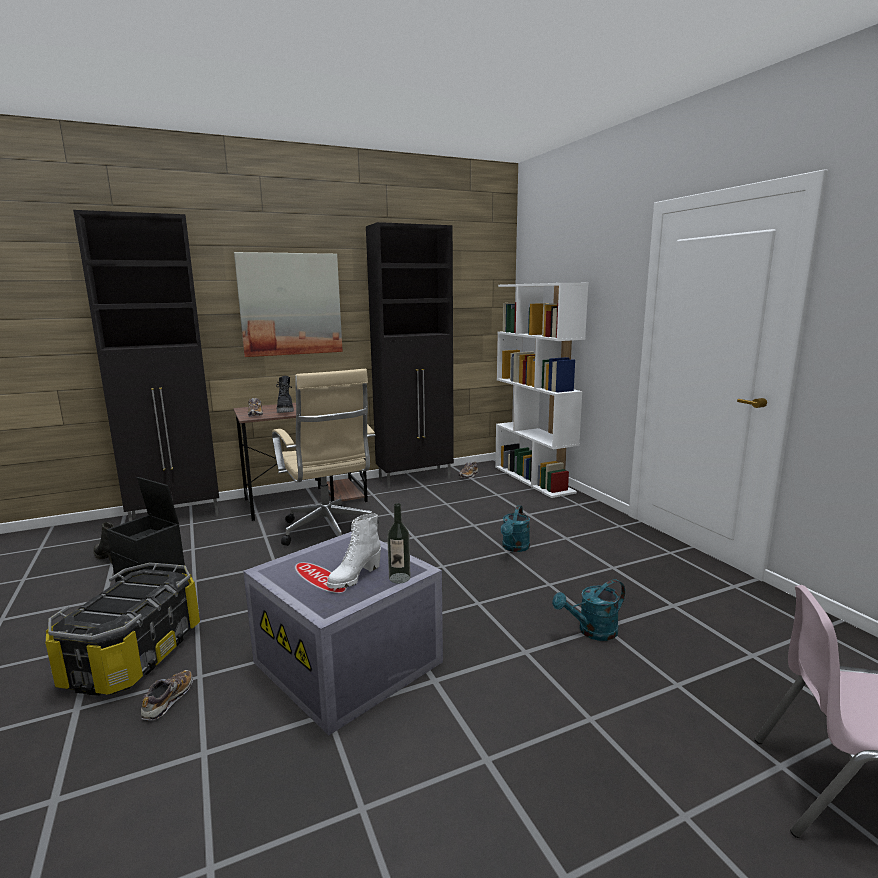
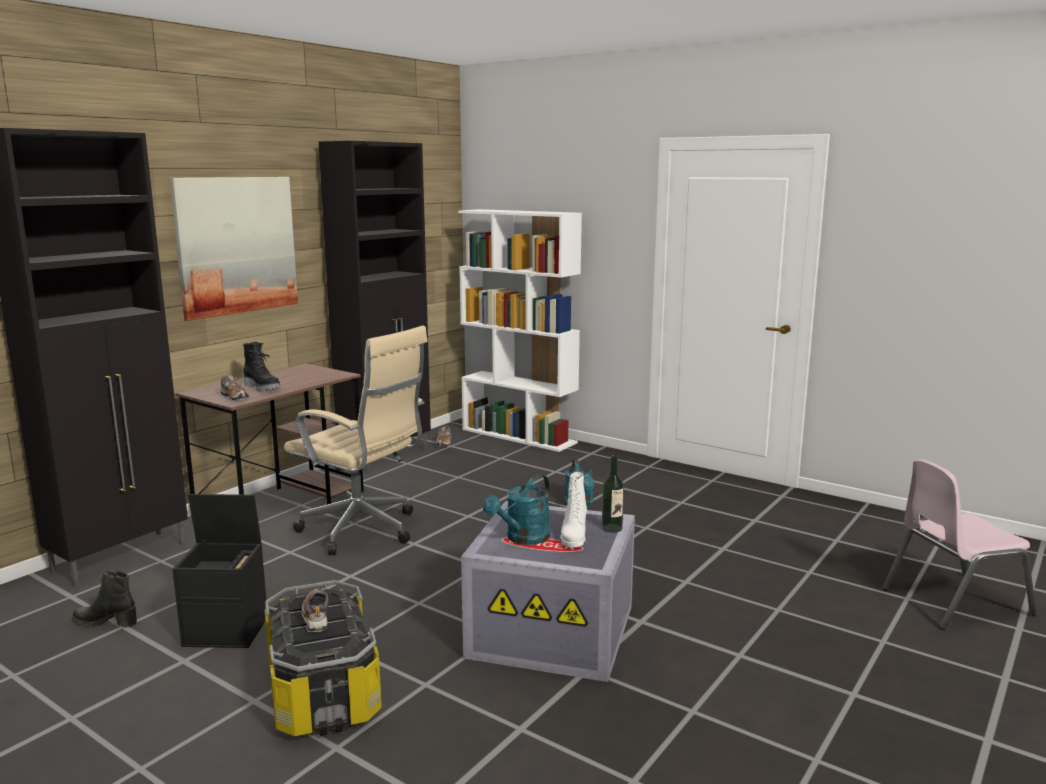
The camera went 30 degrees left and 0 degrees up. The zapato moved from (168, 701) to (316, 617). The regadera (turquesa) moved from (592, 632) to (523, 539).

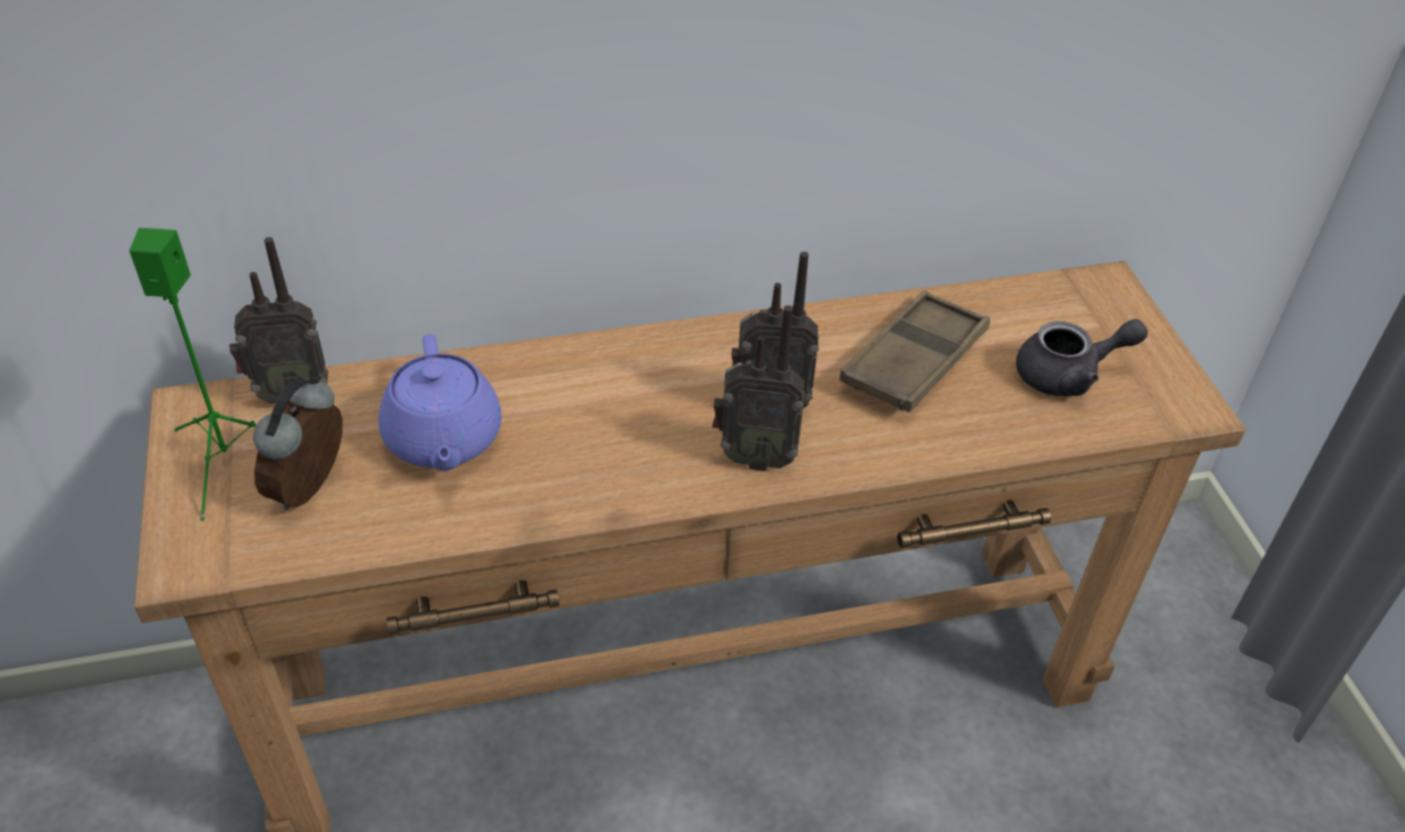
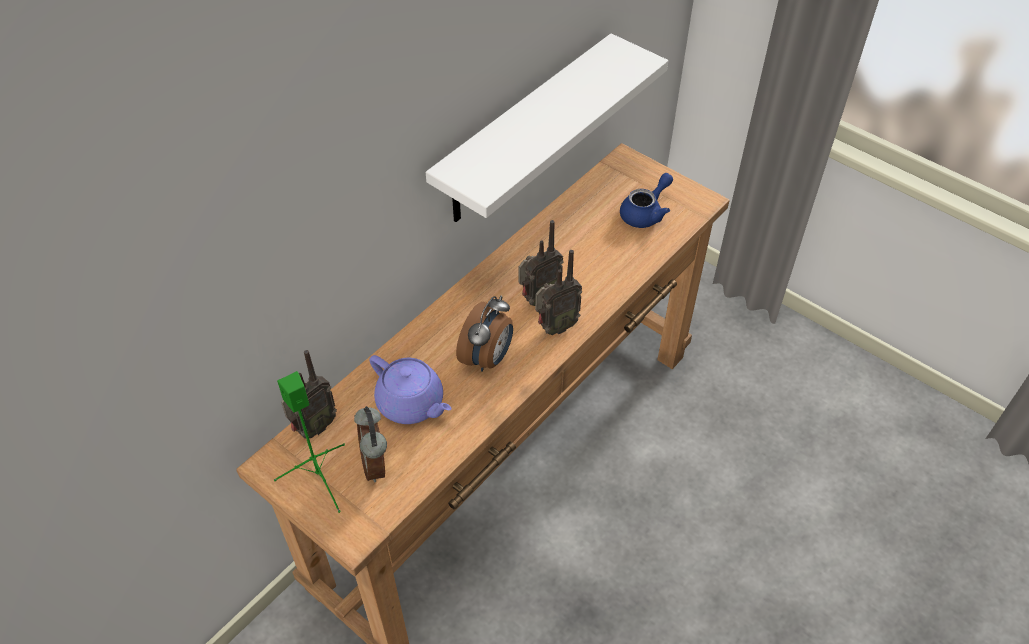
The camera went 35 degrees left and 5 degrees up. The estante (blanco) at (524, 132) appeared. The despertador at (488, 358) appeared. The tetera (gris) at (1068, 375) became the tetera (azul) at (645, 213). The bandeja (marrón) at (914, 360) disappeared.

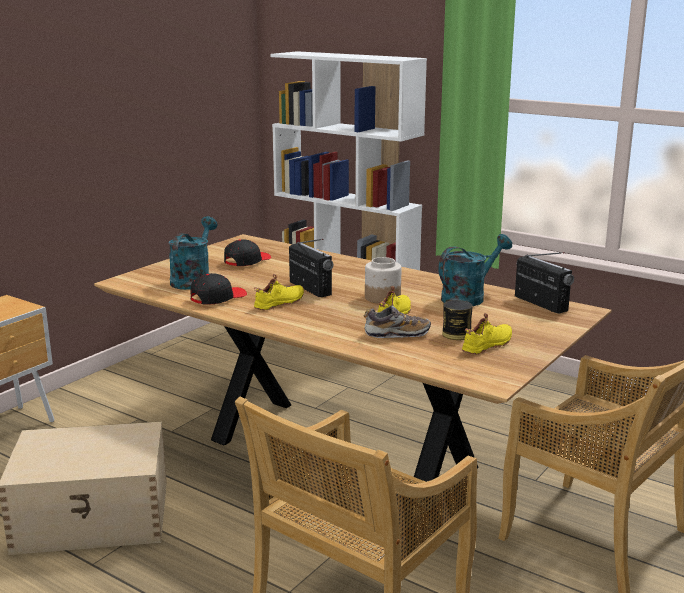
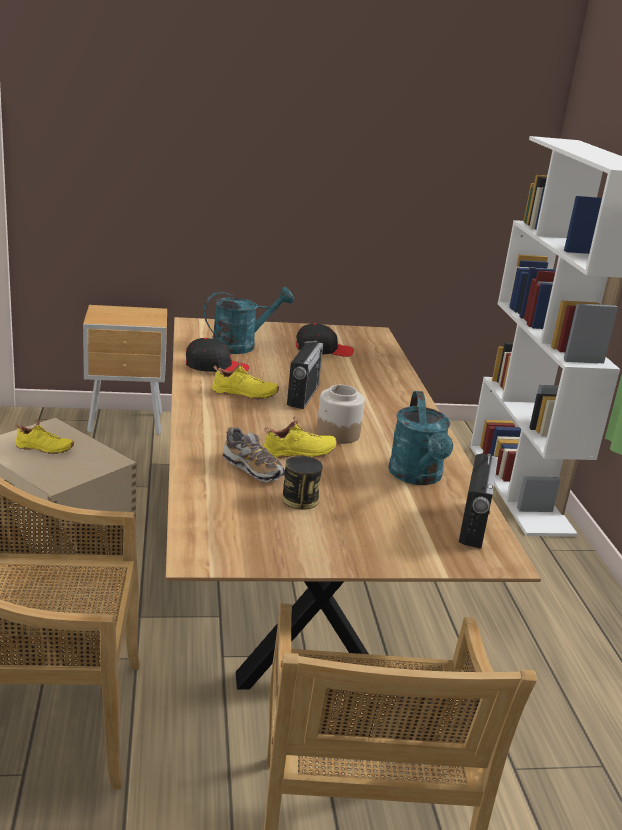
The camera went 45 degrees right and 5 degrees up. The zapato (amarillo) moved from (488, 346) to (44, 449). The regadera (turquesa) at (468, 297) turned 75 degrees clockwise.

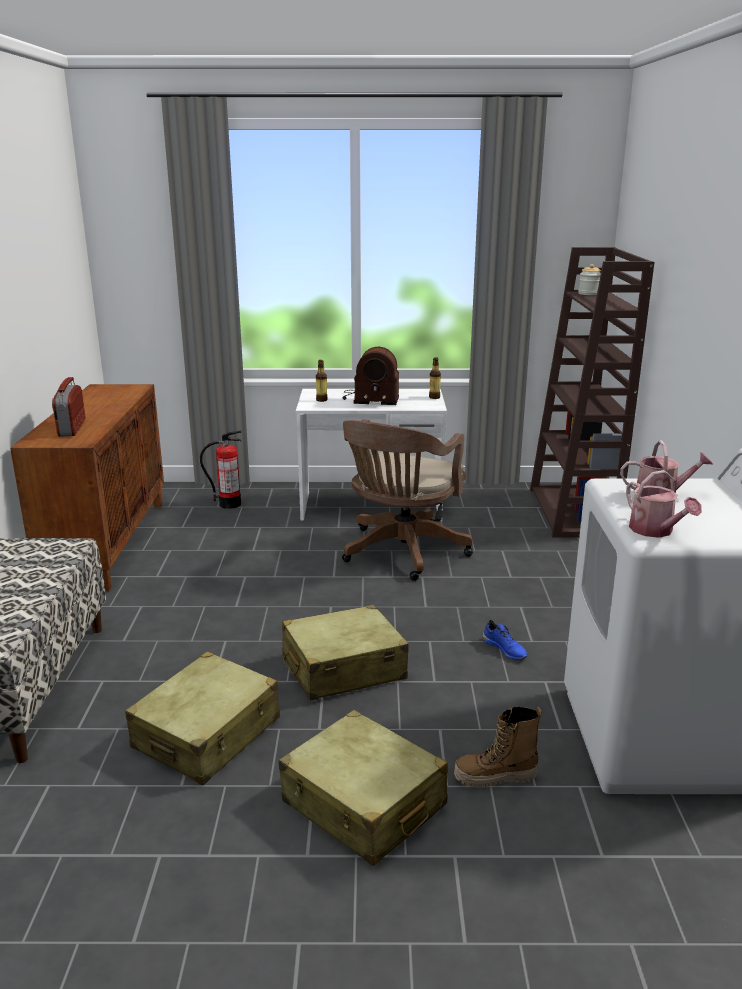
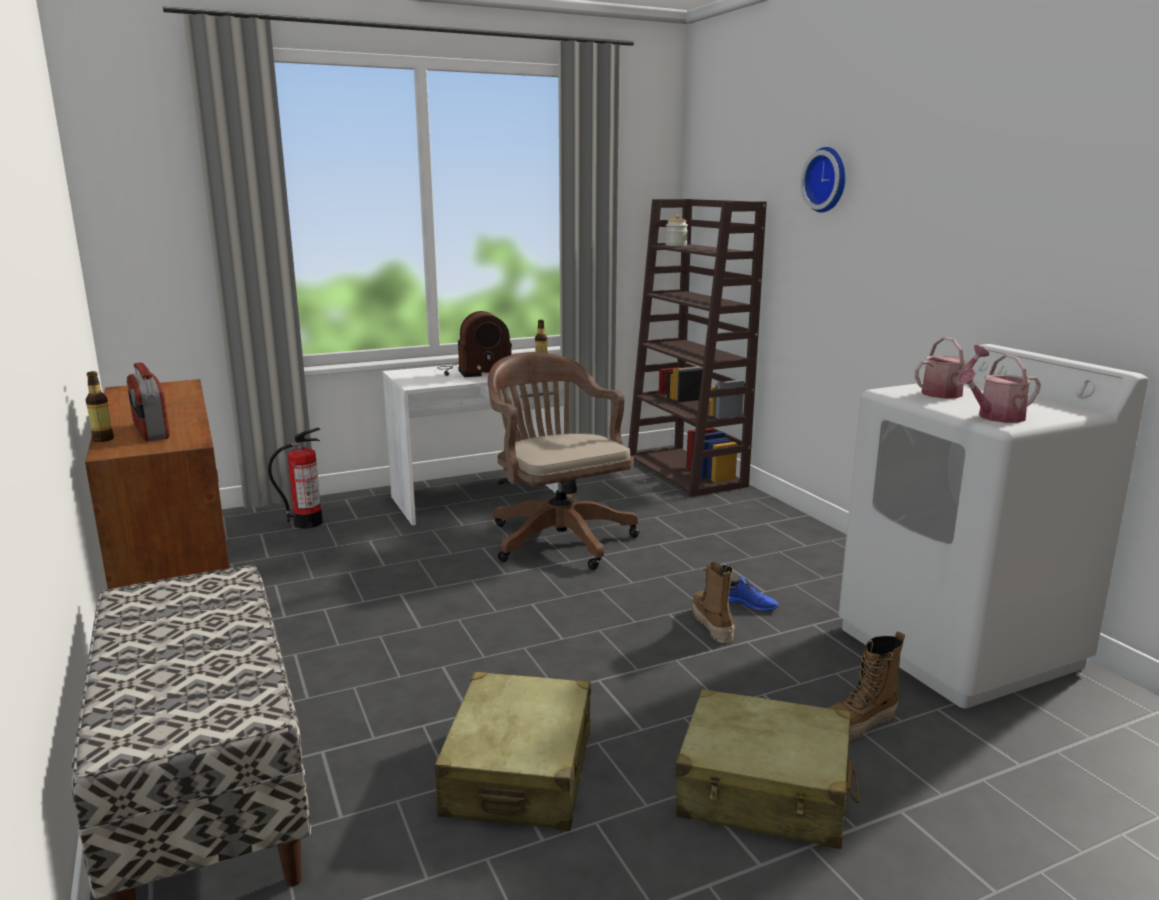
The camera went 25 degrees left and 5 degrees down. The botella moved from (321, 400) to (103, 439). The silla de oficina (marrón) at (401, 553) turned 150 degrees clockwise. The bota at (712, 624) appeared. The reloj de pared at (828, 180) appeared. The regadera at (655, 531) turned 120 degrees clockwise. The maleta (beis) at (343, 669) disappeared.

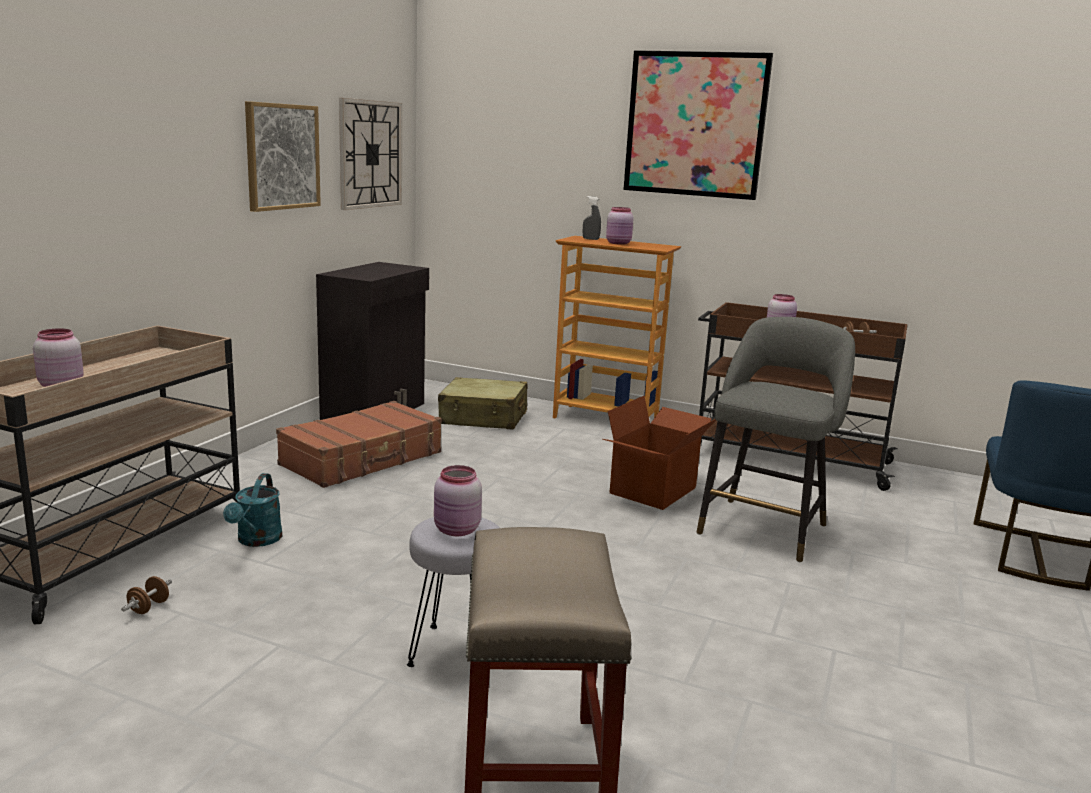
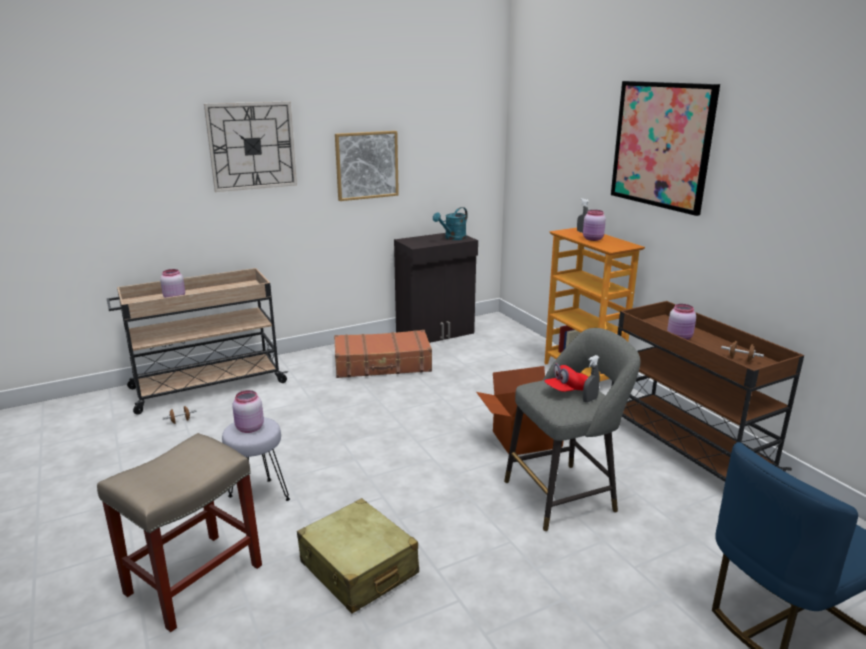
The camera went 40 degrees right and 5 degrees up. The reloj de pared moved from (370, 154) to (252, 146). The maleta (beis) moved from (484, 418) to (358, 568). The regadera (turquesa) moved from (257, 541) to (452, 238). The gorra (rojo) at (567, 390) appeared. The pulverizador (gris) at (590, 400) appeared.

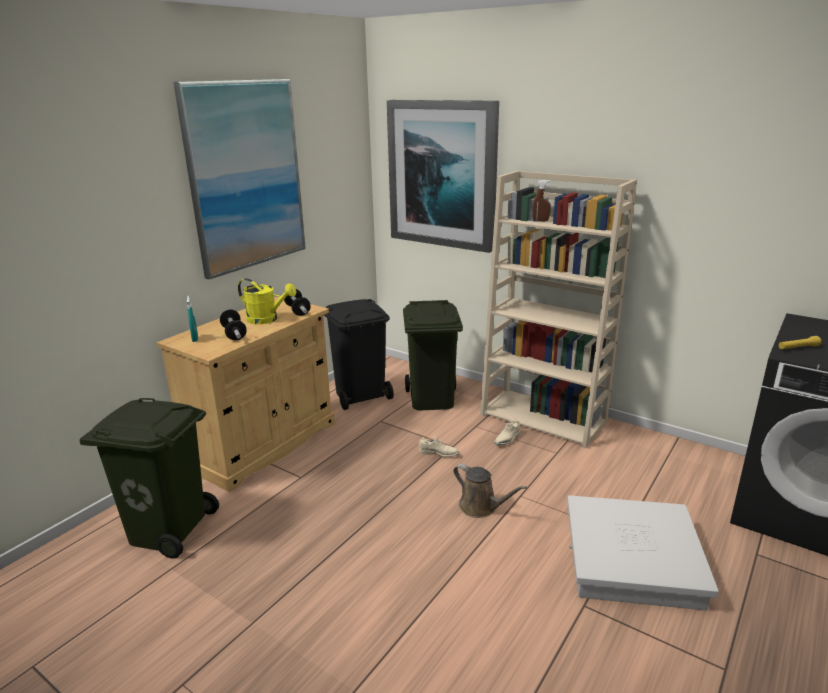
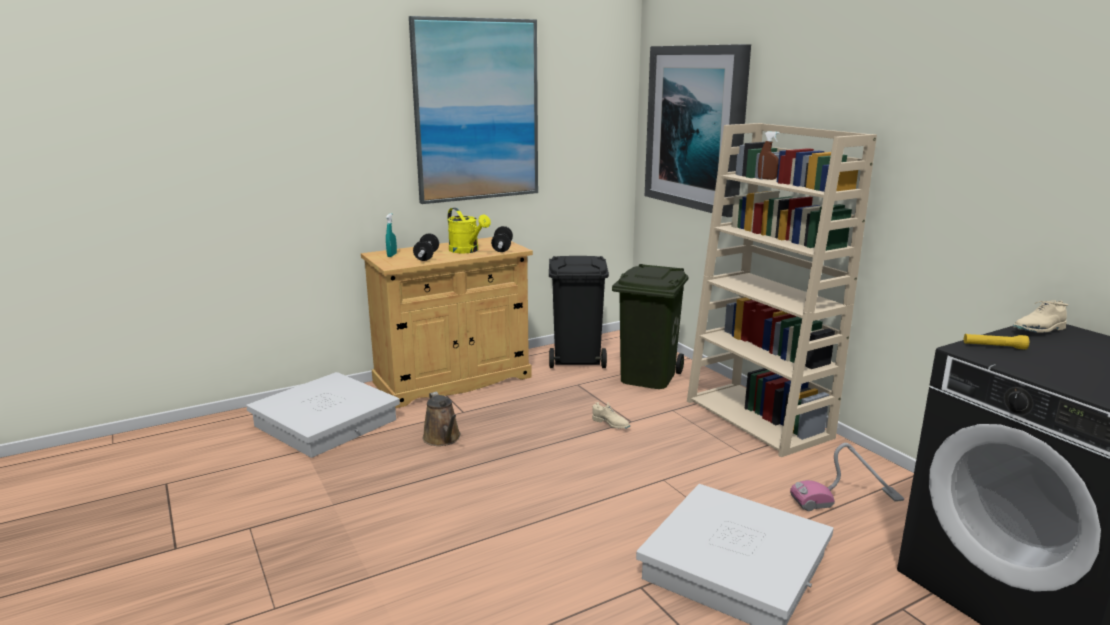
The camera went 25 degrees right and 5 degrees down. The papelera (verde) at (169, 529) was replaced by the caja de almacenaje (blanco) at (326, 422). The regadera (marrón) moved from (481, 507) to (443, 439). The aspiradora at (846, 499) appeared. The zapato (beis) moved from (507, 439) to (1038, 330).

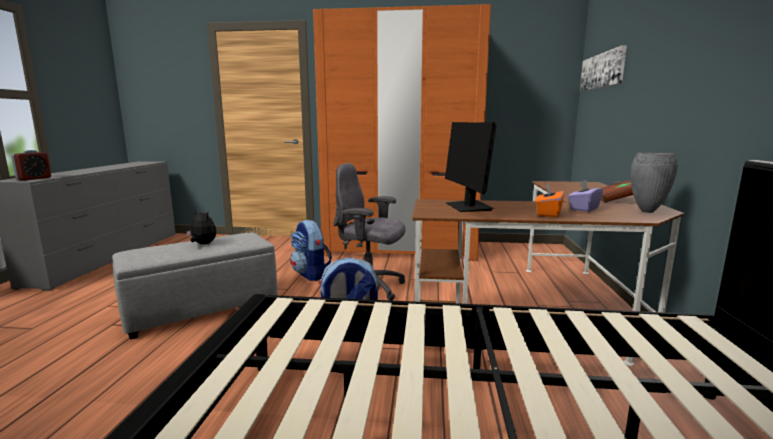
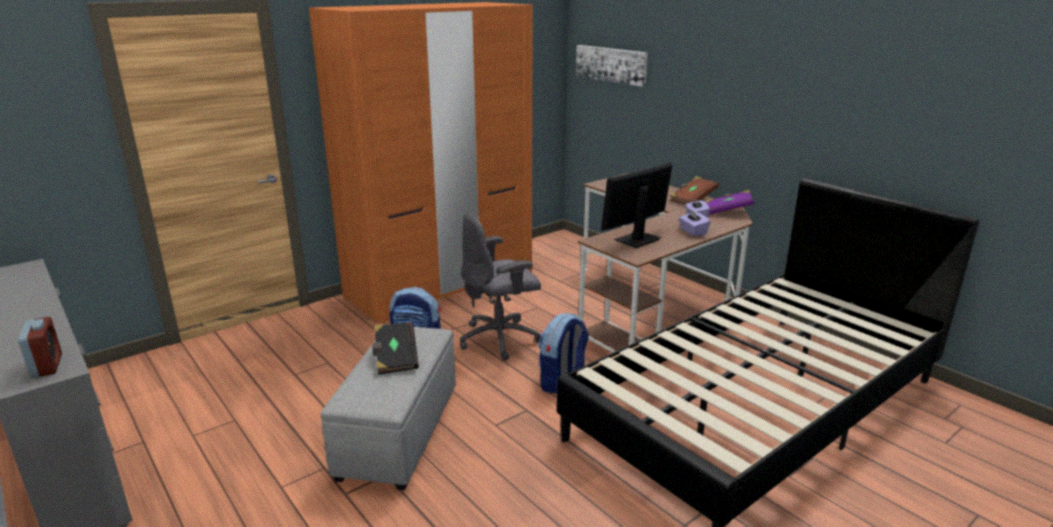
The camera went 45 degrees left and 10 degrees up. The peluche at (202, 244) was replaced by the libro (negro) at (395, 358). The monitor at (468, 207) turned 105 degrees clockwise. The caja de pañuelos (naranja) at (548, 214) became the caja de pañuelos (morado) at (692, 232). The florero (gris) at (647, 212) was replaced by the libro (morado) at (728, 211).

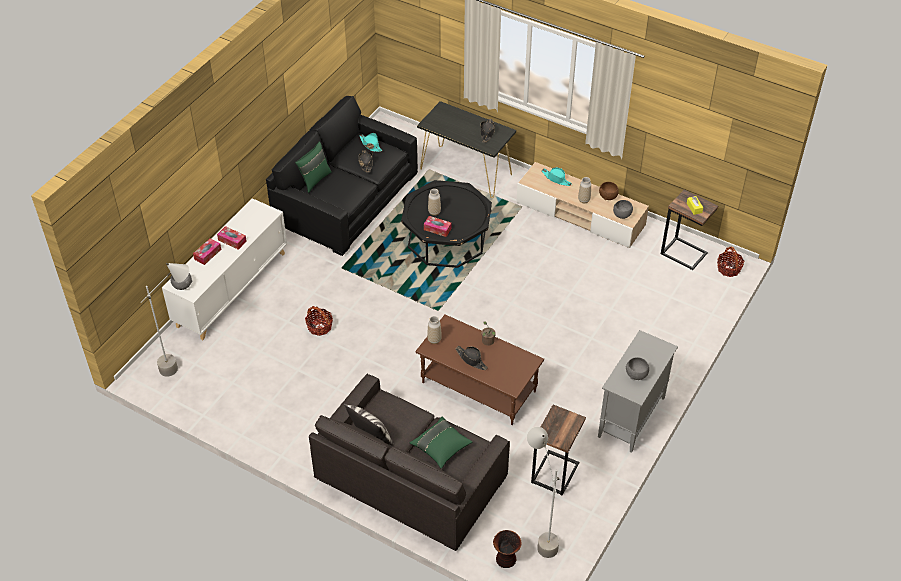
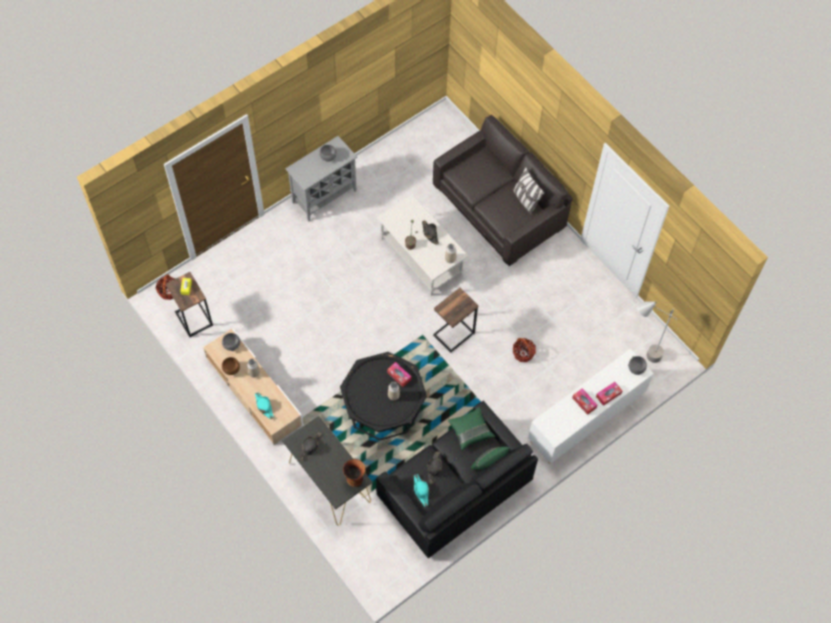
The camera went 160 degrees left and 15 degrees up. The florero moved from (506, 560) to (354, 478). The mesa de centro (marrón) at (478, 387) became the mesa de centro (blanco) at (422, 257). The mesa auxiliar moved from (554, 472) to (454, 334). The cojín (verde) moved from (441, 447) to (470, 431). The lámpara de pie (gris) at (539, 534) disappeared.

